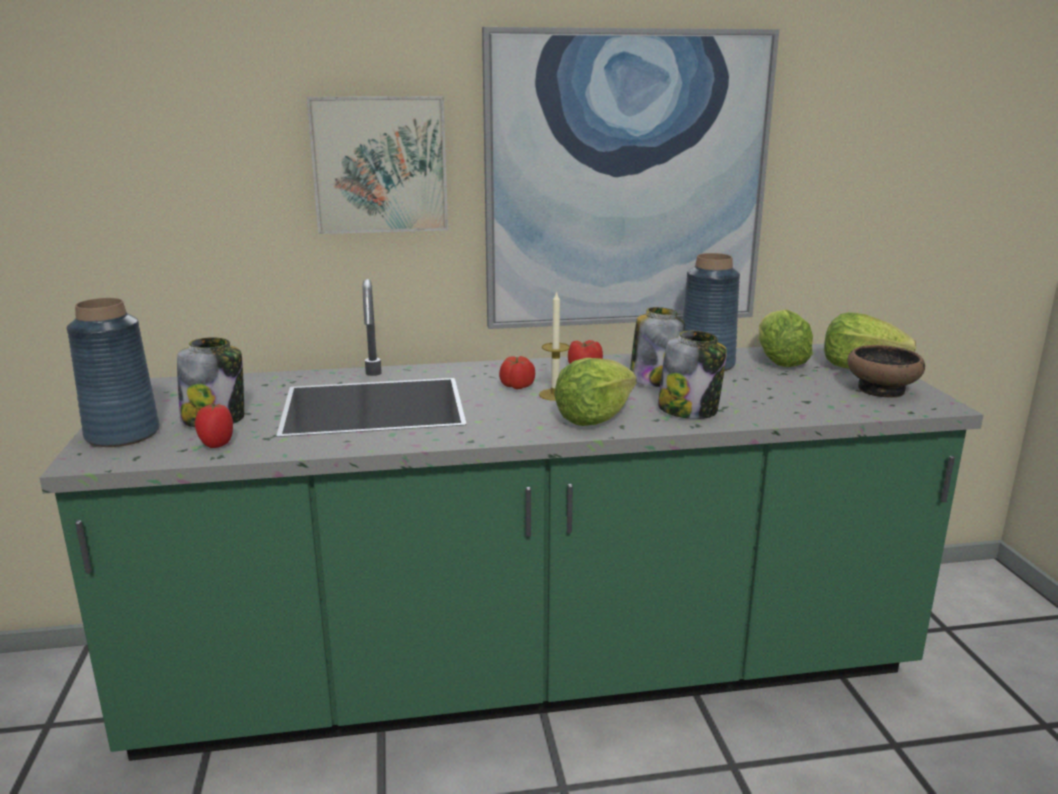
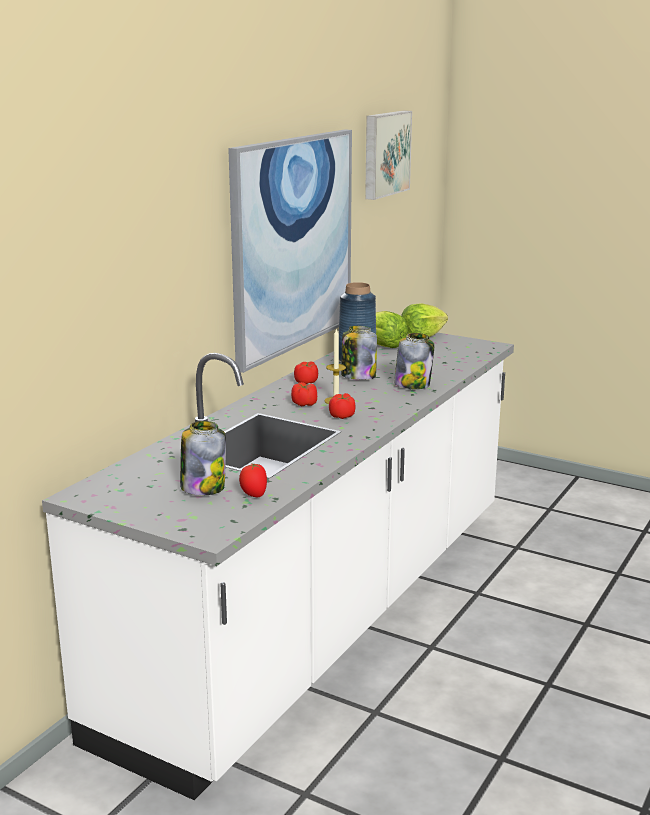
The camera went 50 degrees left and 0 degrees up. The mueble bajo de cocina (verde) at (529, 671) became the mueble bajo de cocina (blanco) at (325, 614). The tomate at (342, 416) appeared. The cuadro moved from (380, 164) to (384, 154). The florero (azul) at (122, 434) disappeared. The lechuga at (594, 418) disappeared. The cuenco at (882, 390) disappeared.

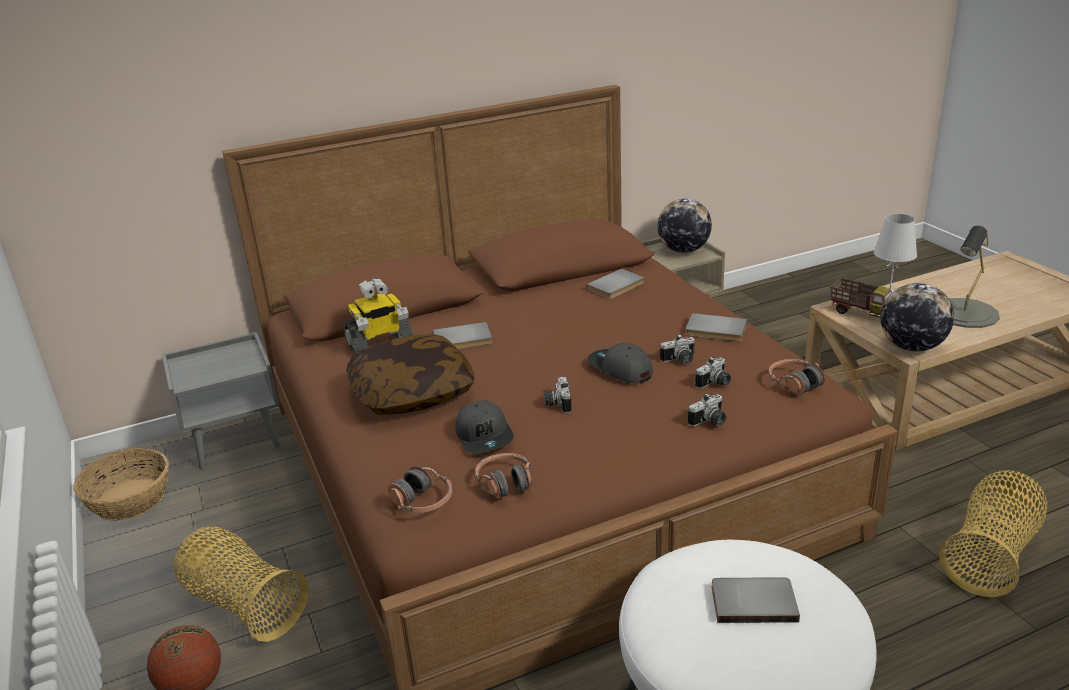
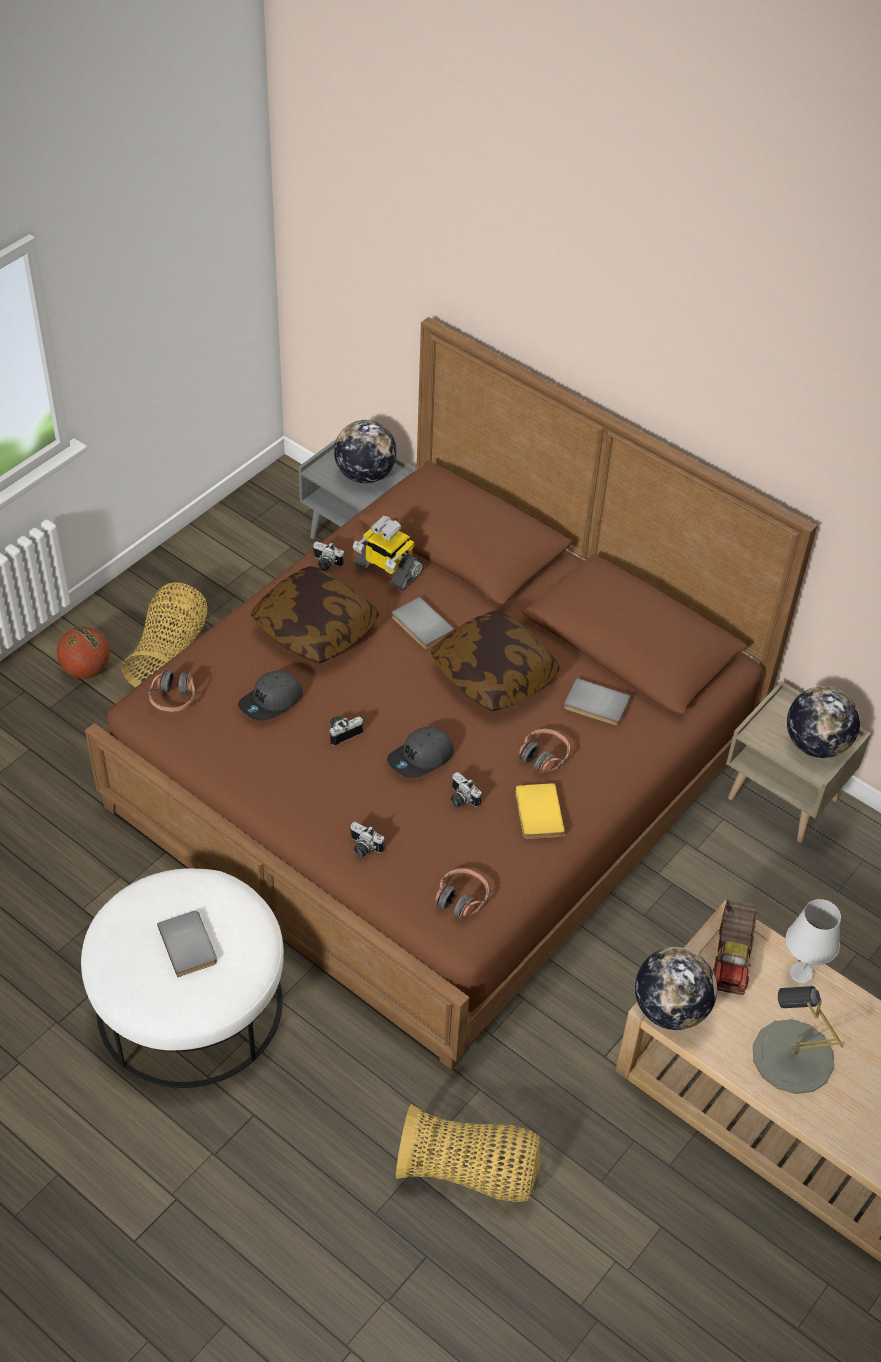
The camera went 60 degrees right and 20 degrees up. The cámara moved from (715, 384) to (325, 564). The globo terráqueo at (365, 475) appeared. The gorra (gris) at (620, 370) turned 150 degrees counterclockwise. The cojín at (494, 675) appeared. The libro (gris) at (715, 331) became the libro (amarillo) at (537, 813). The auriculares moved from (505, 483) to (544, 756). The cesta at (129, 499) disappeared.

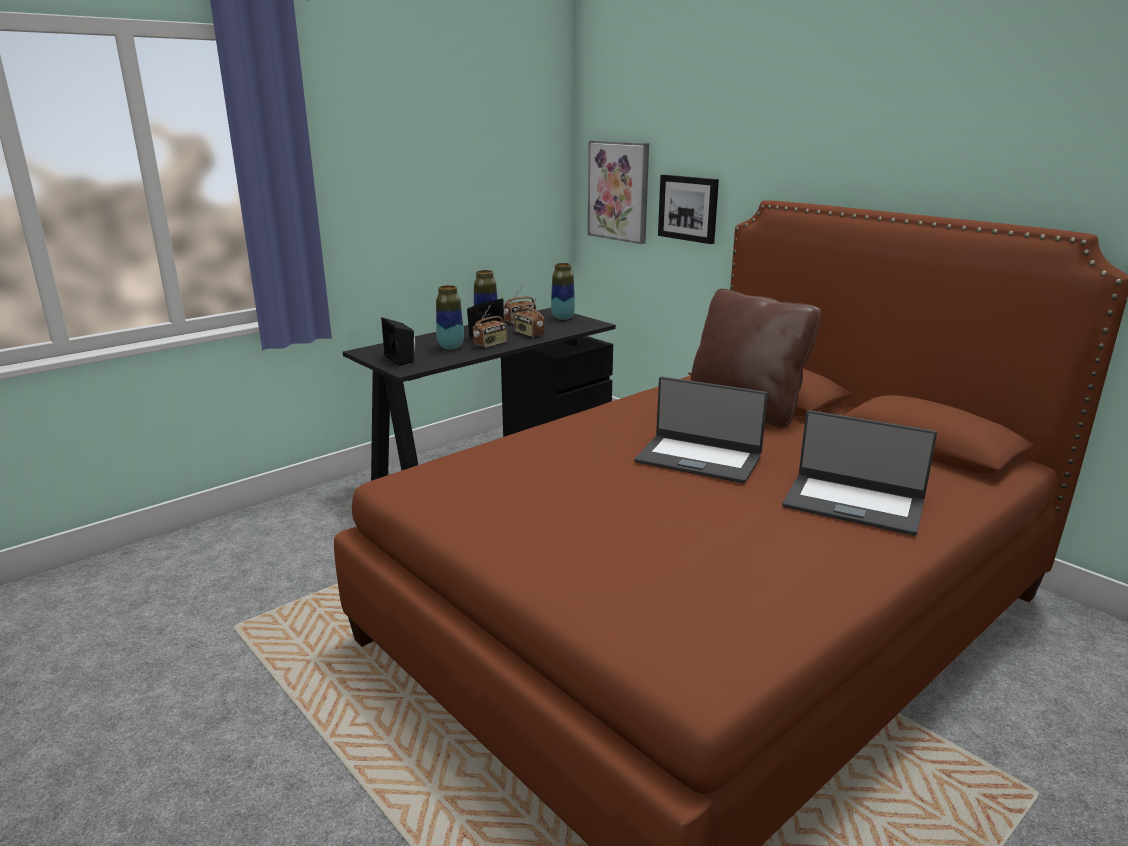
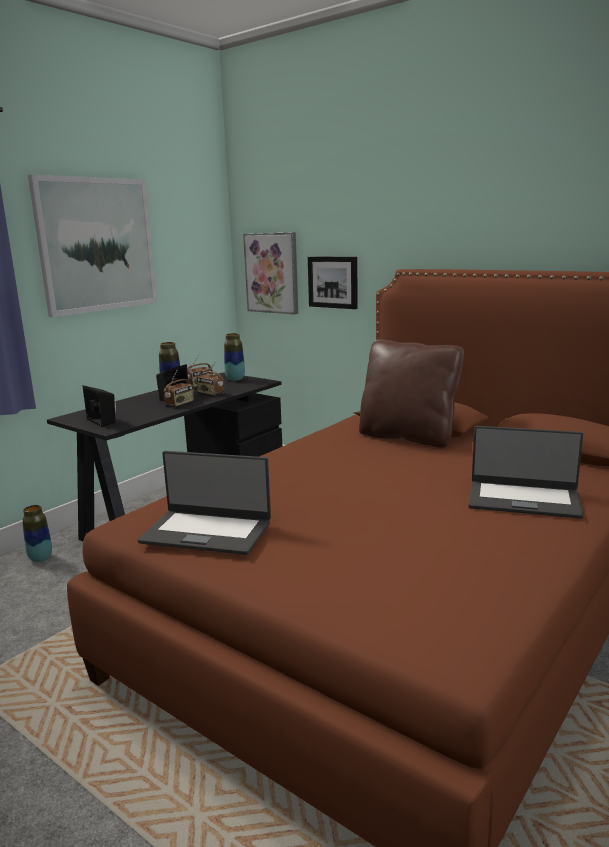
The camera went 10 degrees left and 5 degrees down. The florero moved from (450, 347) to (40, 558). The cuadro at (97, 245) appeared. The portátil moved from (698, 459) to (207, 532).

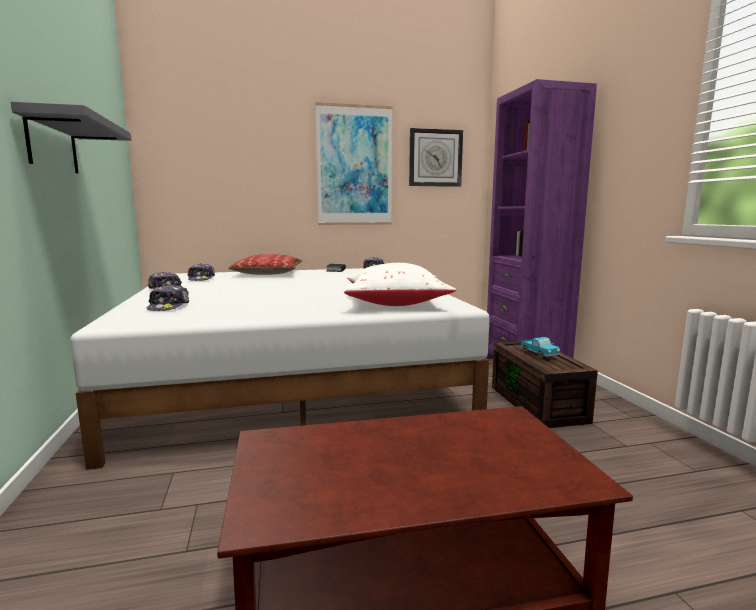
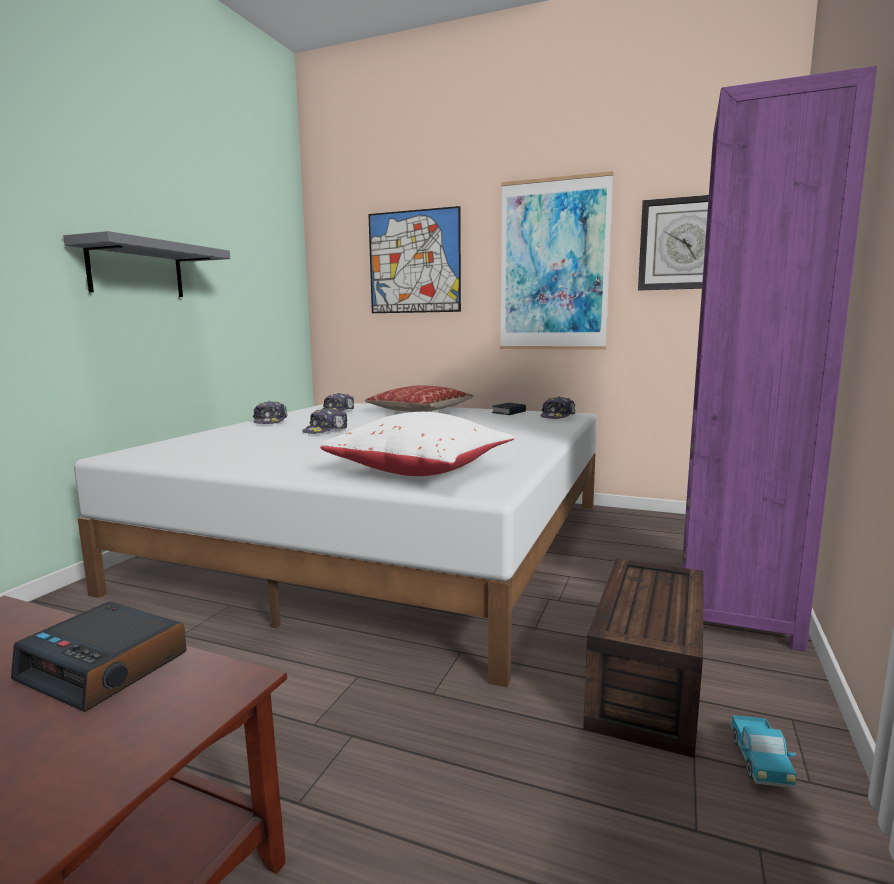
The camera went 35 degrees right and 0 degrees up. The despertador at (106, 667) appeared. The gorra moved from (169, 307) to (326, 430). The cuadro at (414, 262) appeared. The camión de juguete moved from (539, 354) to (760, 763).

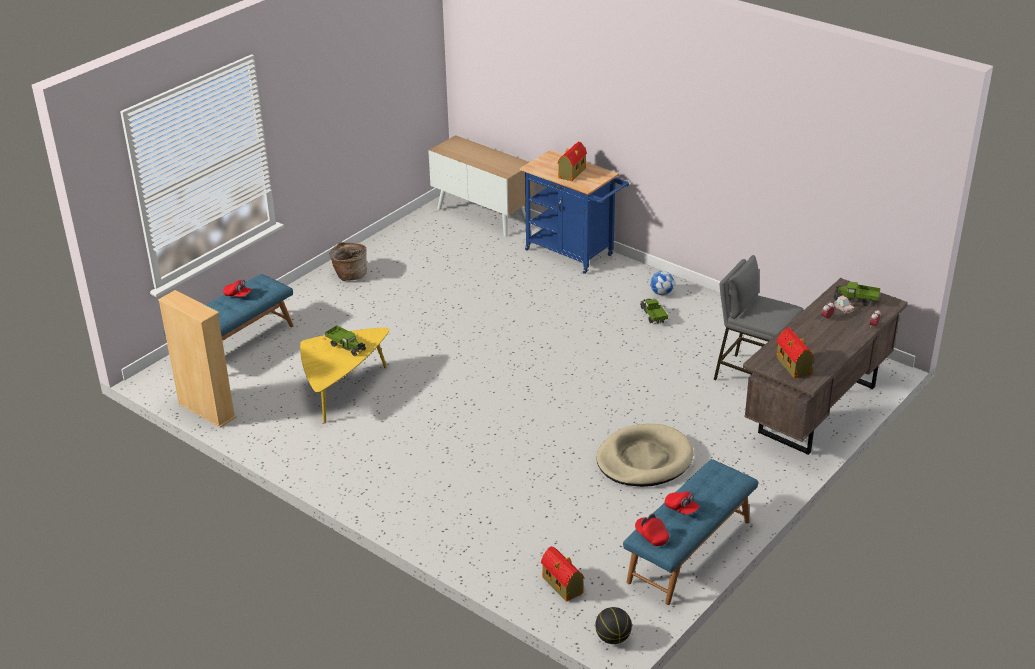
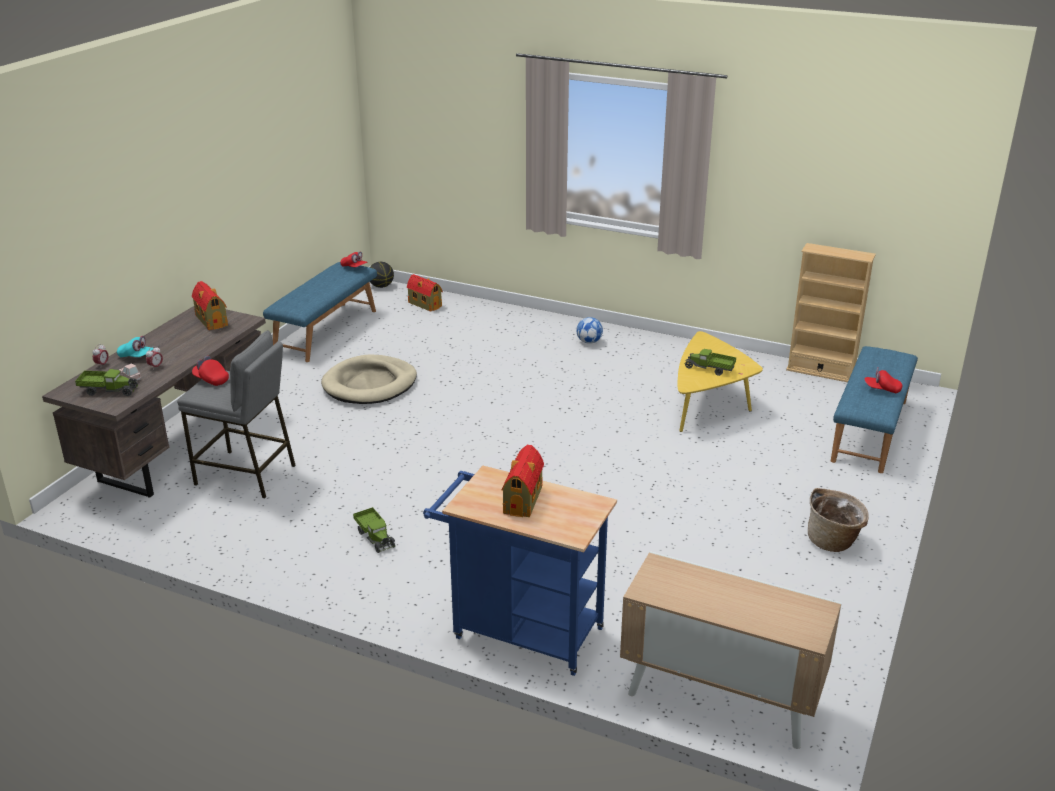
The camera went 165 degrees right and 5 degrees down. The gorra (turquesa) at (136, 356) appeared. The gorra (rojo) moved from (681, 509) to (211, 379). The balón de fútbol moved from (661, 293) to (589, 342).

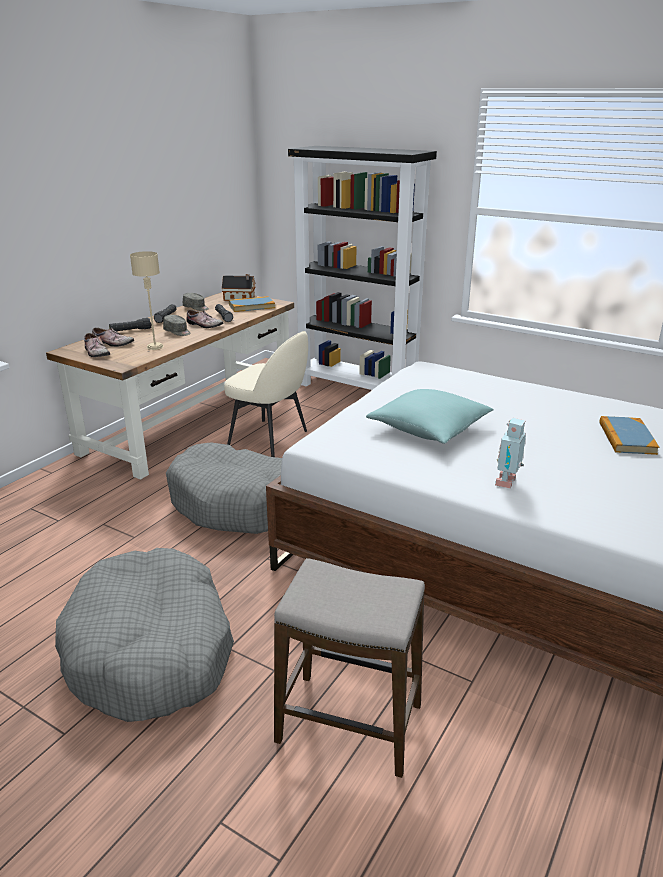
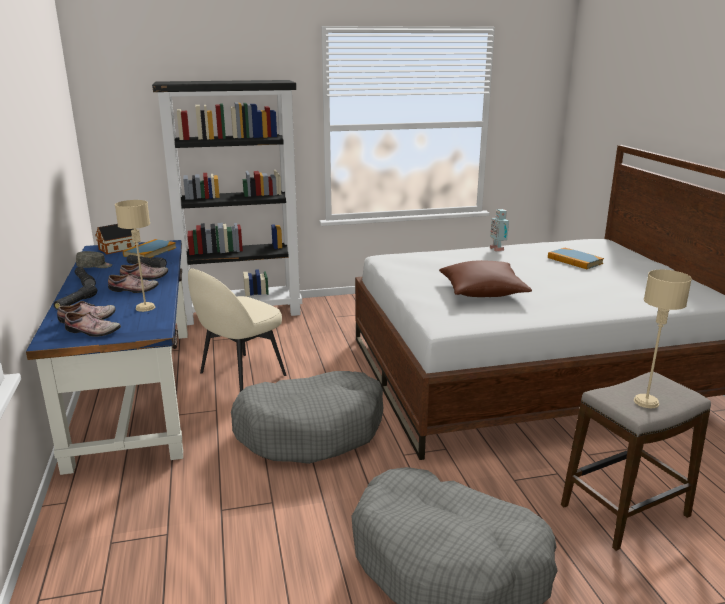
The camera went 45 degrees left and 5 degrees down. The escritorio (marrón) at (192, 420) became the escritorio (azul) at (135, 390). The gorra (gris) at (177, 332) was replaced by the zapato at (133, 290). The silla (beis) at (270, 439) turned 150 degrees clockwise. The cojín (turquesa) at (429, 429) became the cojín (marrón) at (482, 292). The robot de juguete moved from (508, 482) to (497, 249). The lámpara de mesa (beis) at (646, 402) appeared.

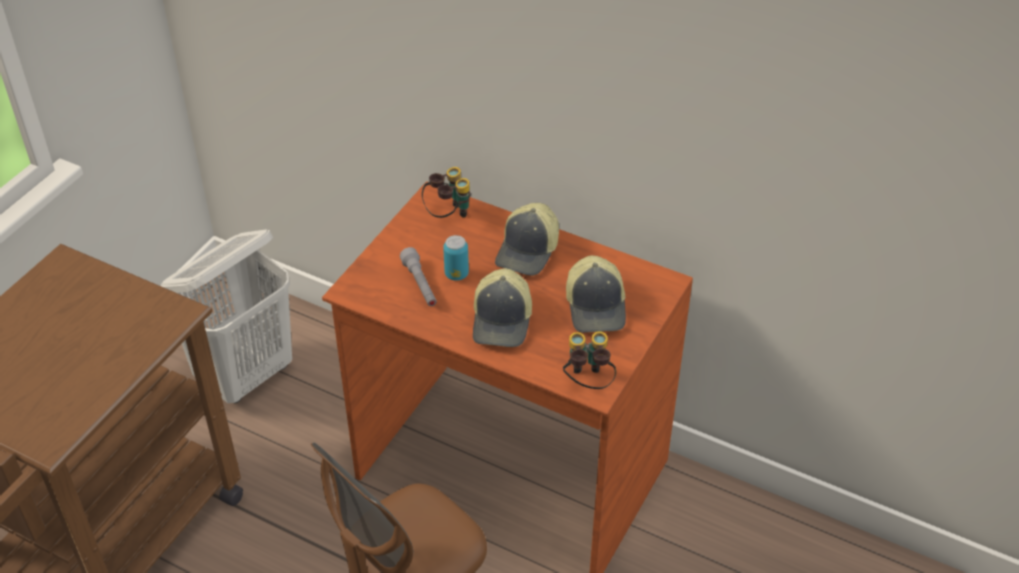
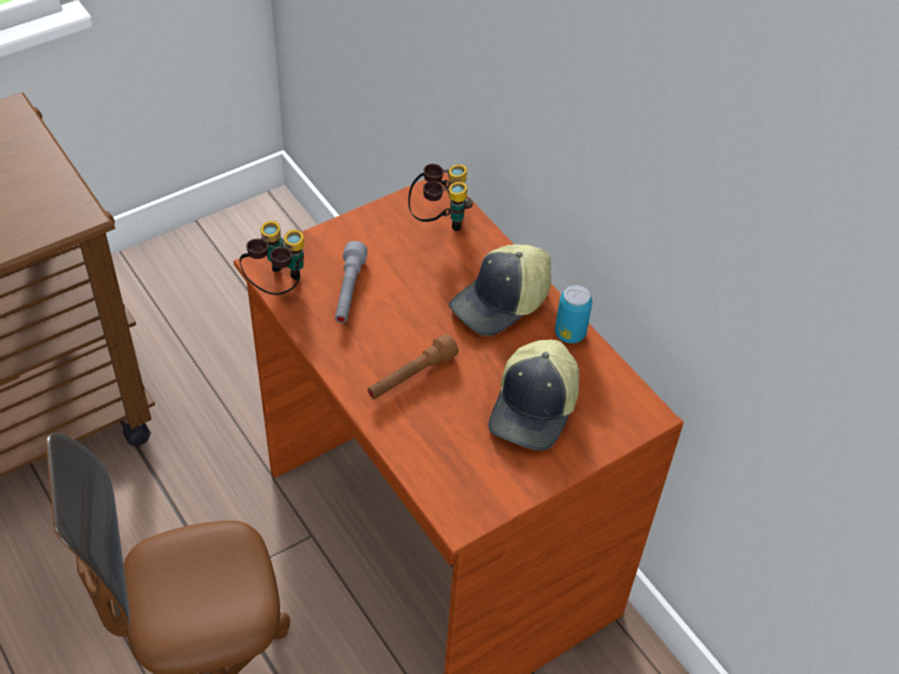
The camera went 25 degrees right and 5 degrees up. The prismáticos moved from (587, 382) to (277, 285). The gorra at (503, 320) was replaced by the linterna (marrón) at (411, 376). The lata moved from (456, 274) to (570, 333). The cesto de la ropa (blanco) at (246, 375) disappeared.

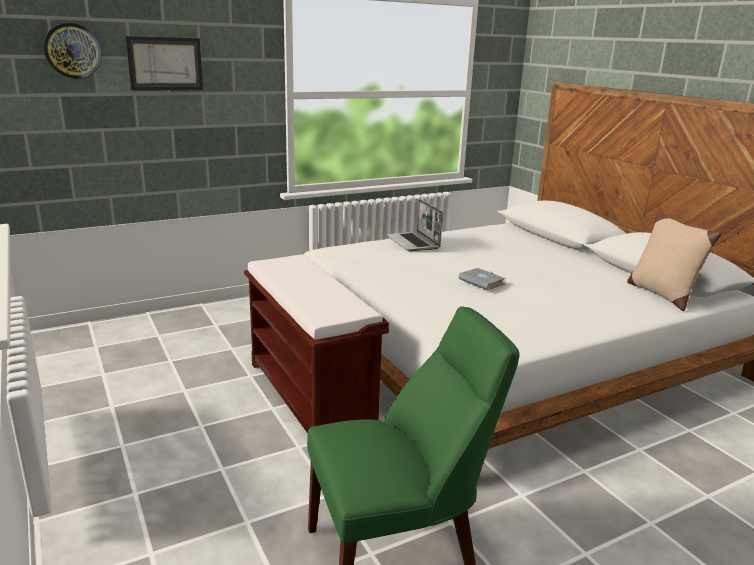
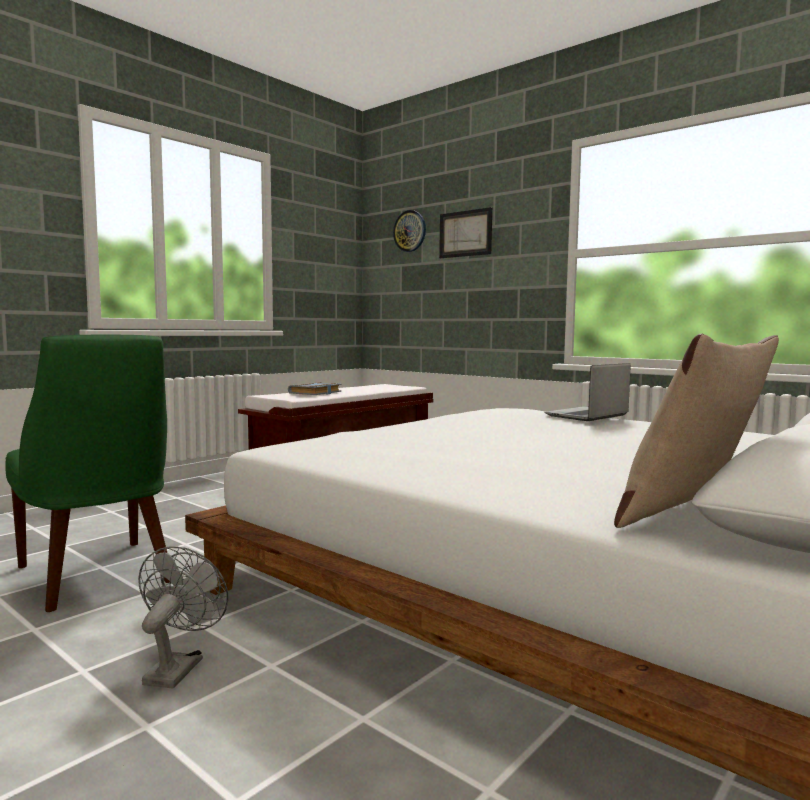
The camera went 70 degrees right and 15 degrees down. The ventilador (gris) at (178, 667) appeared. The libro (gris) moved from (483, 282) to (316, 393).

